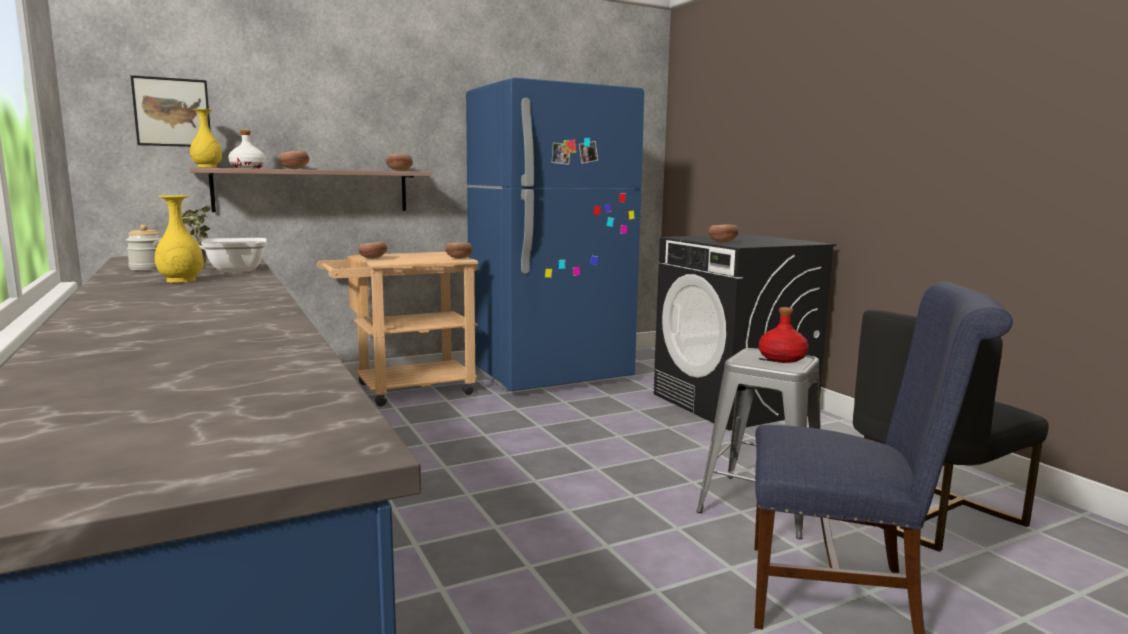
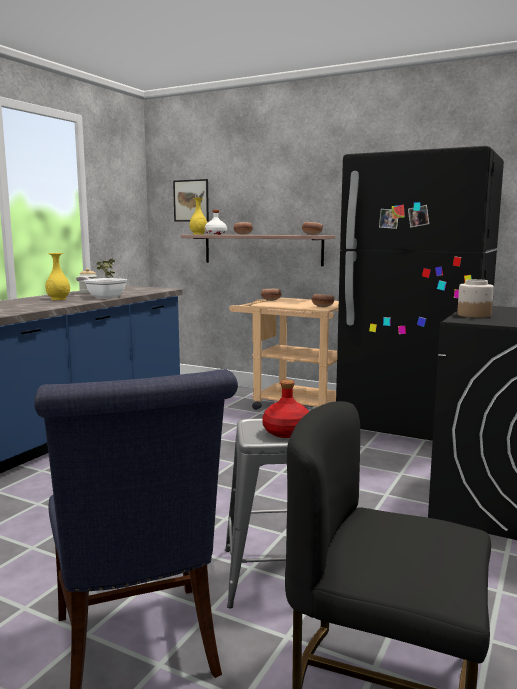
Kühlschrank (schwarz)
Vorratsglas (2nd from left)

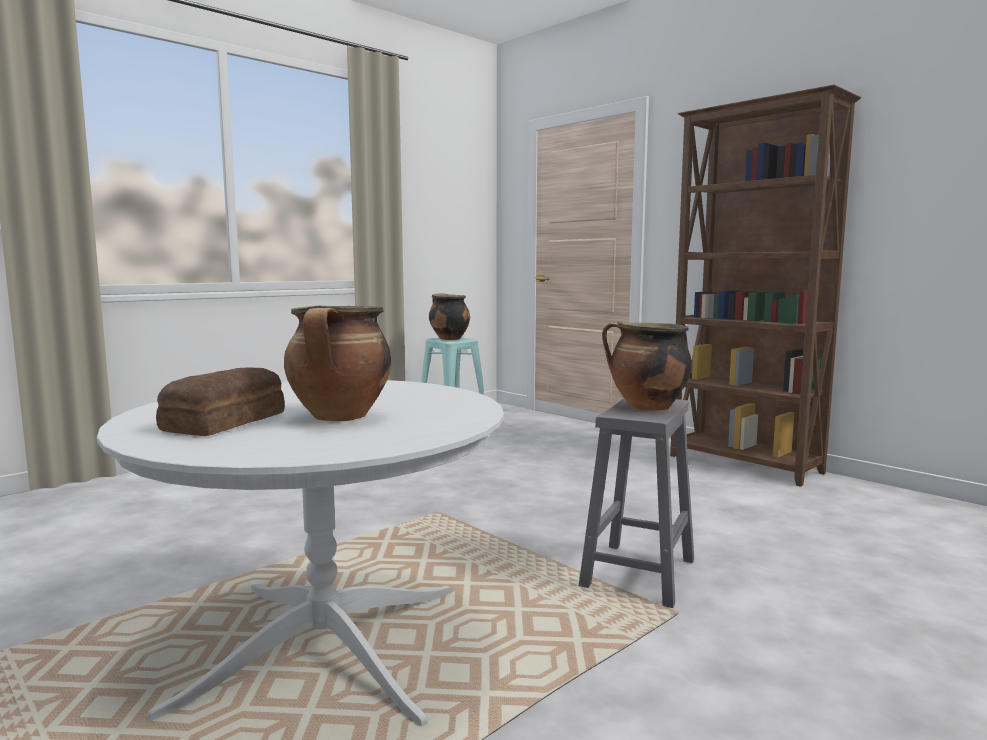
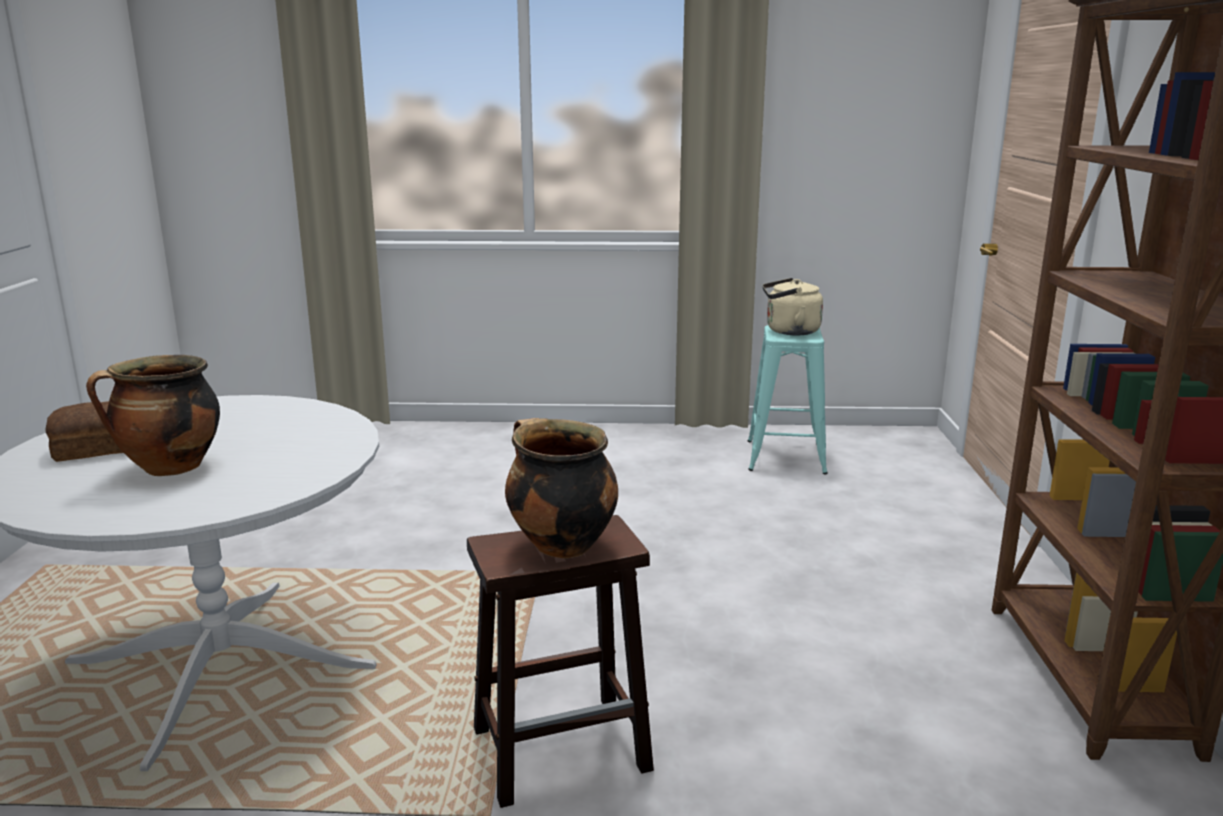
Wasserkessel (beige)
Hocker (braun)

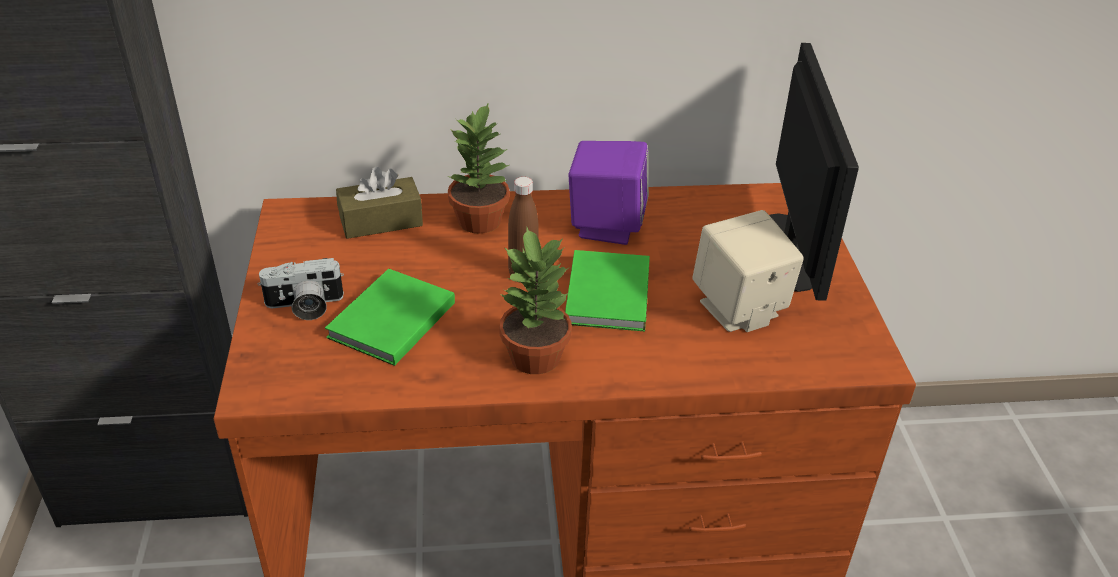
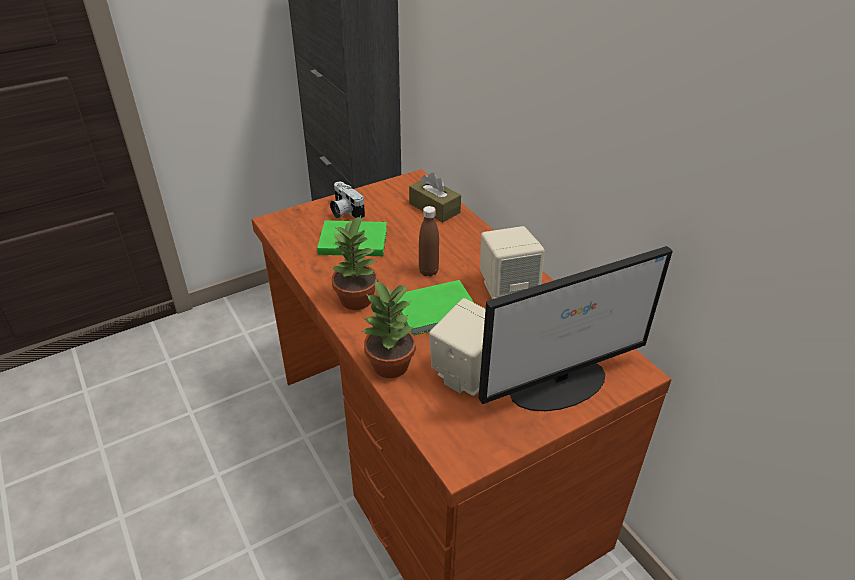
Topfpflanze (2nd from left)
Lautsprecher (beige) (2nd from left)

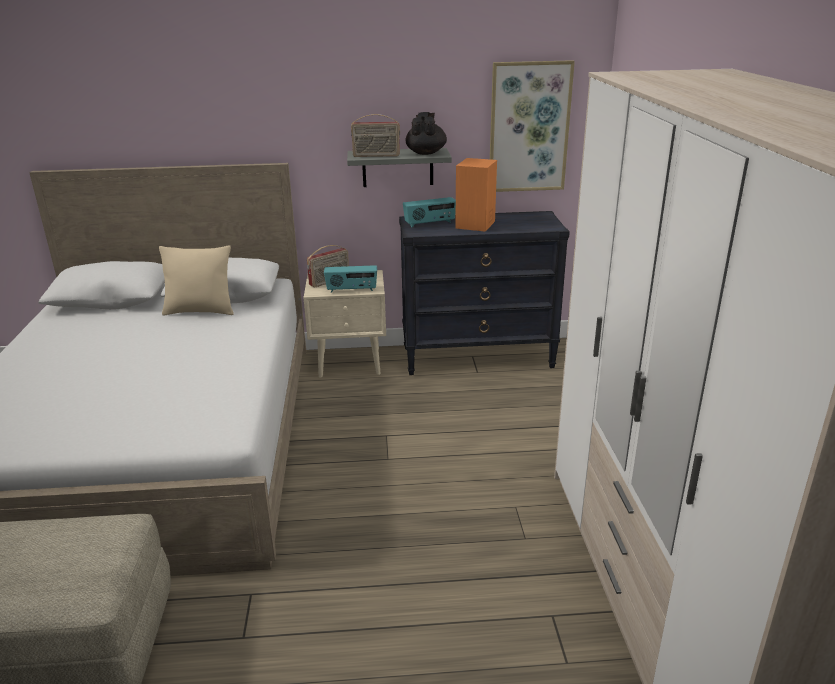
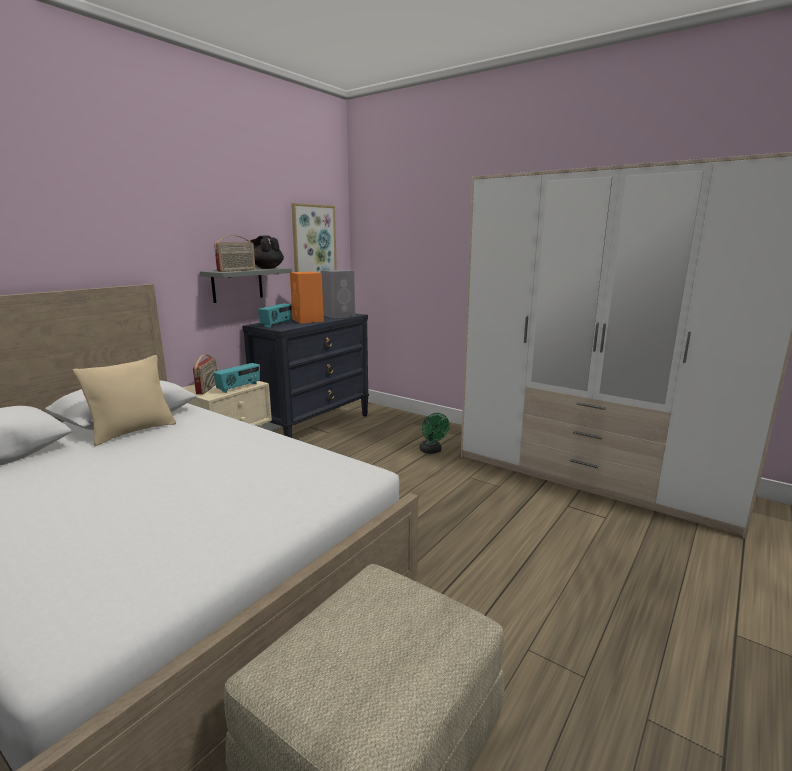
Lautsprecher (grau)
Ventilator (grün)

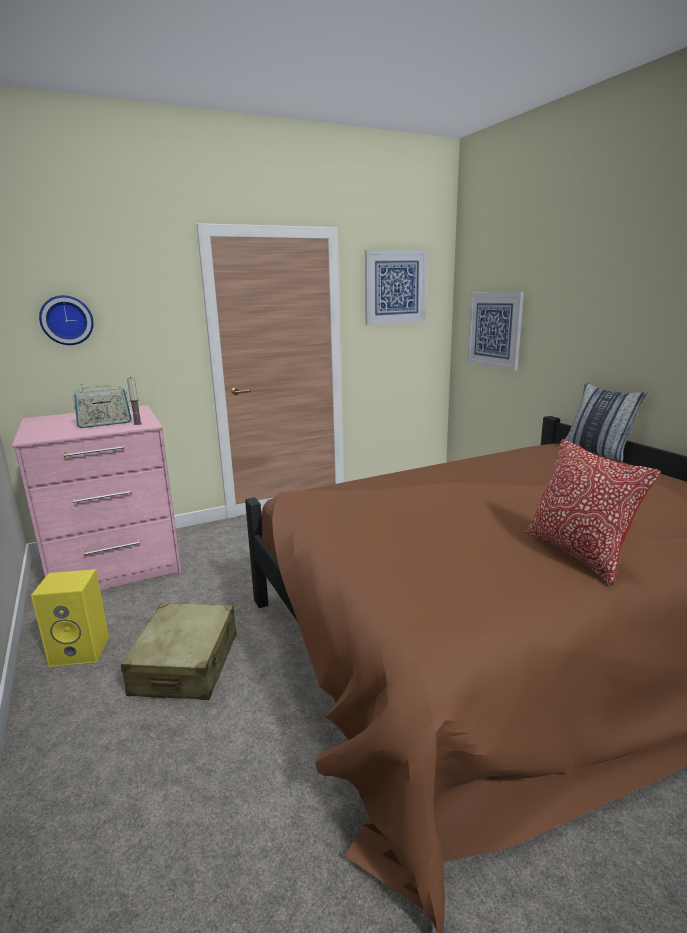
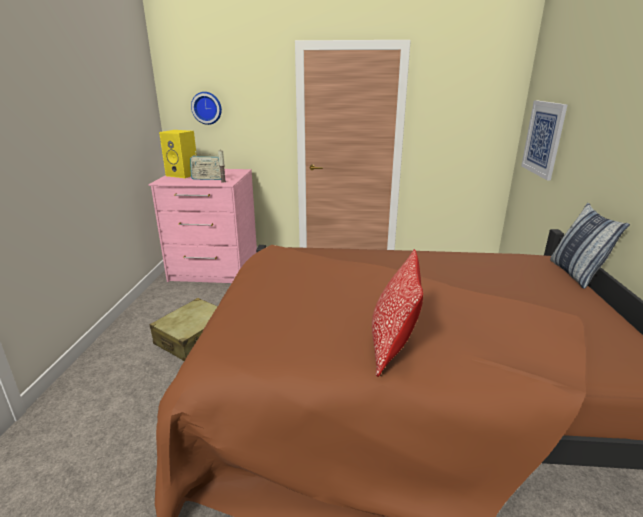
Bild (1st from left in the first image)
Lautsprecher (gelb)

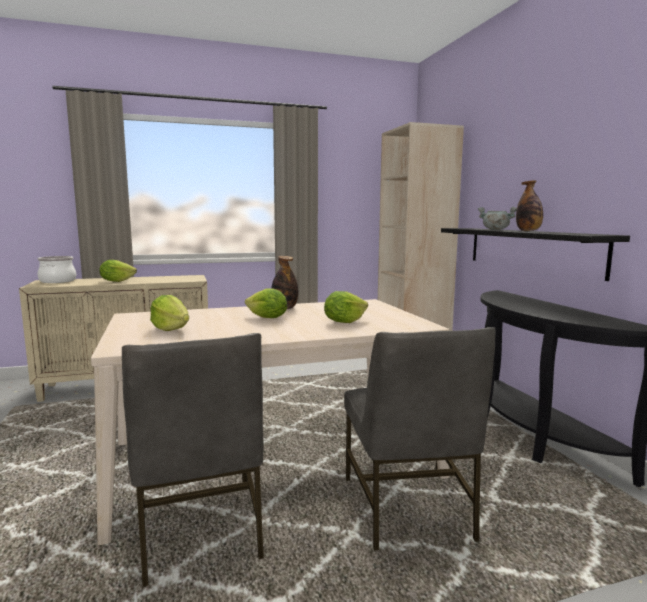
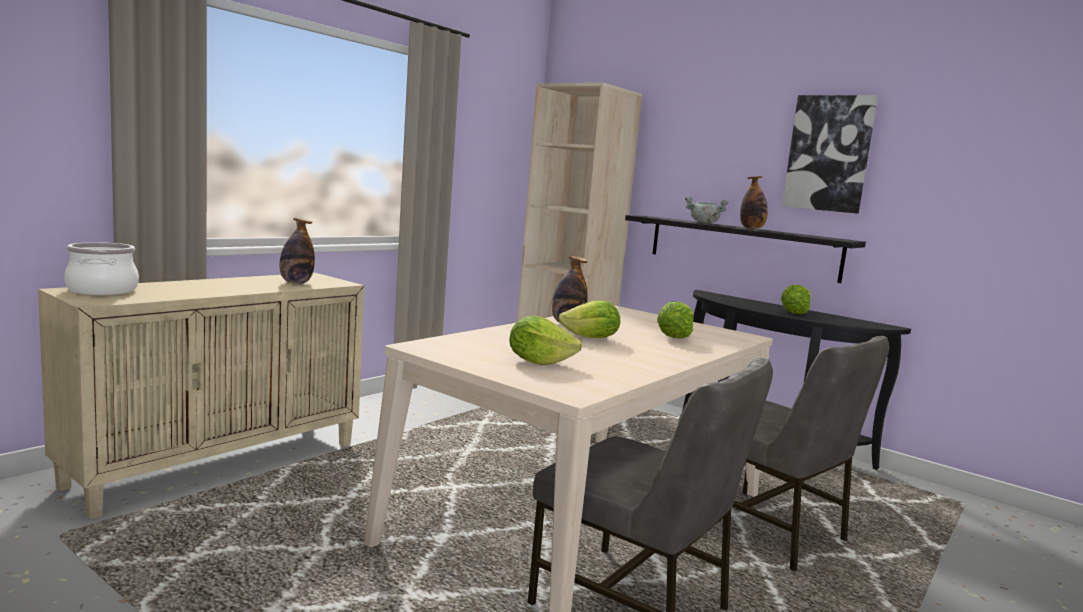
Salatkopf (4th from left)
Bild
Flasche (1st from left)

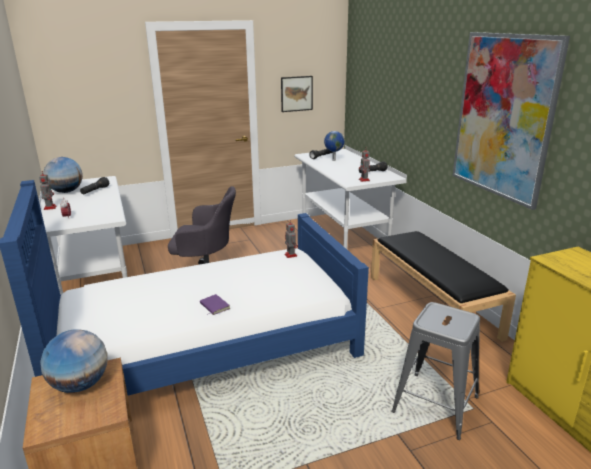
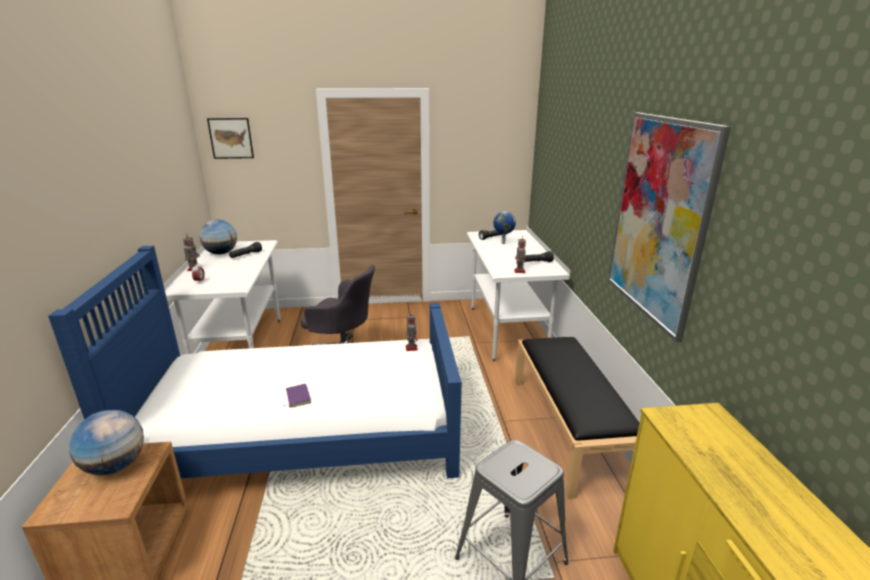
Bild (1st from left)

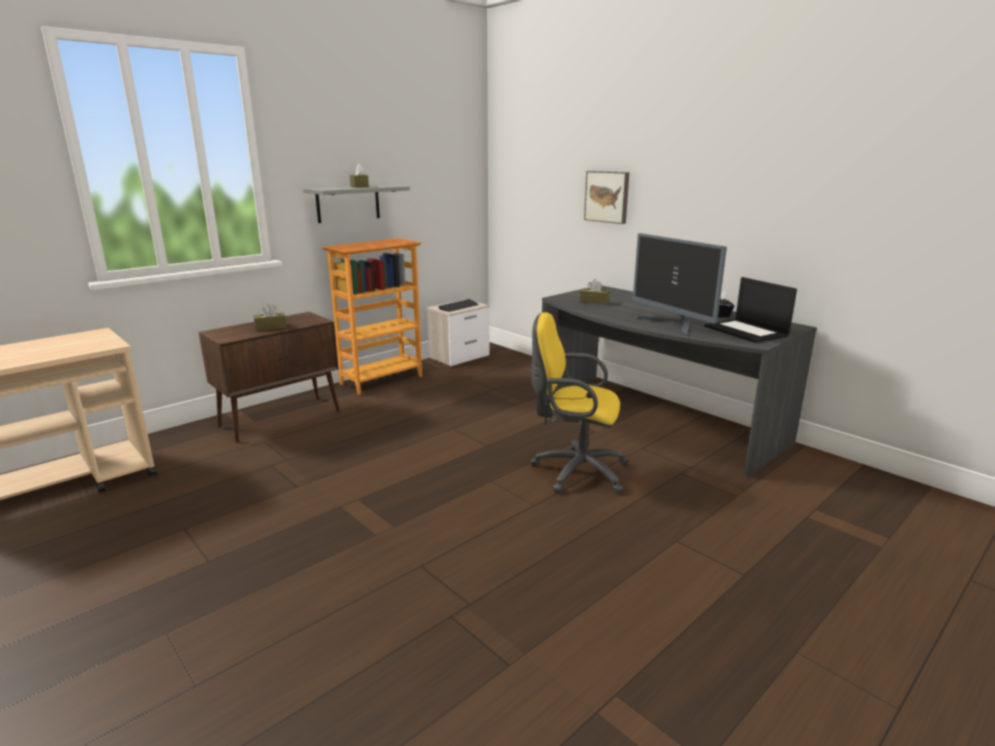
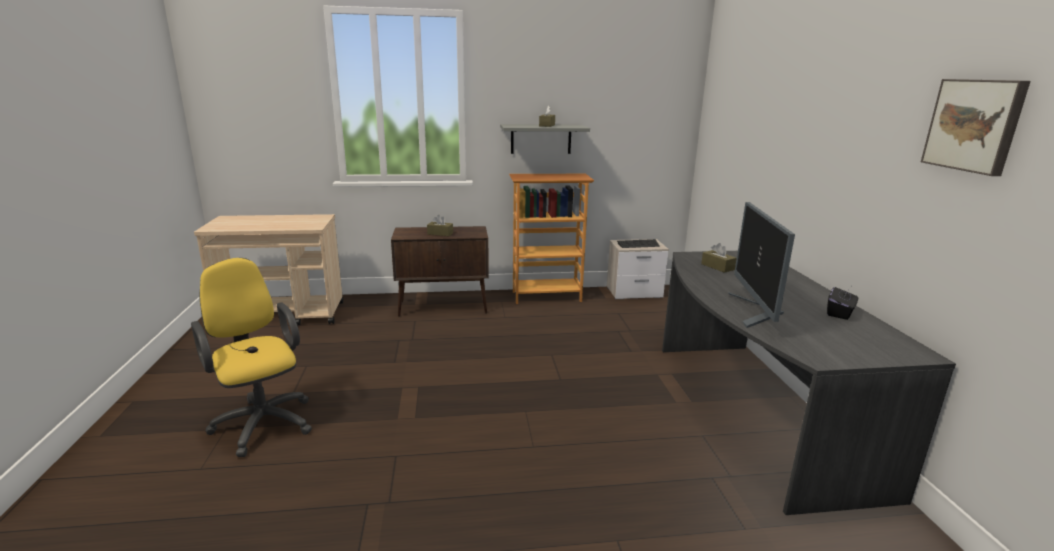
Bild
Laptop
Bürostuhl (gelb)

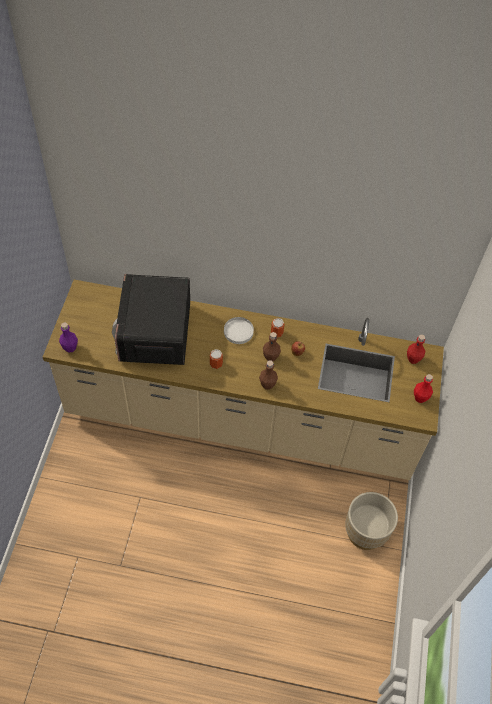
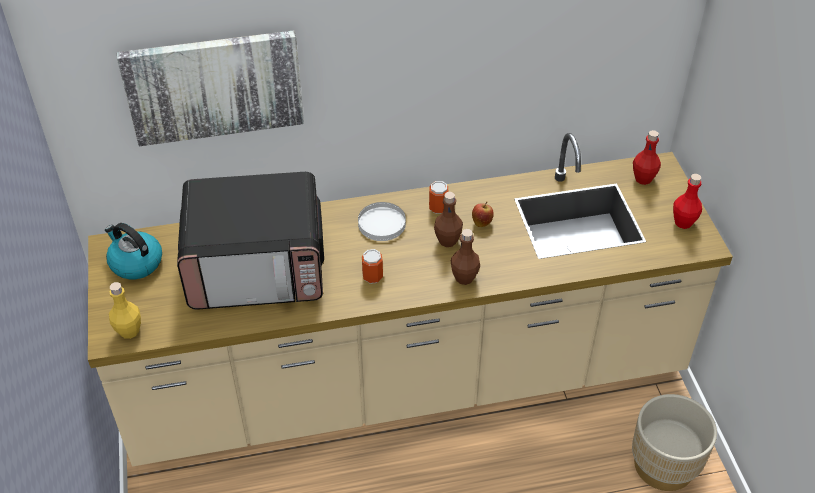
Mikrowelle
Flasche (gelb)
Bild
Wasserkessel

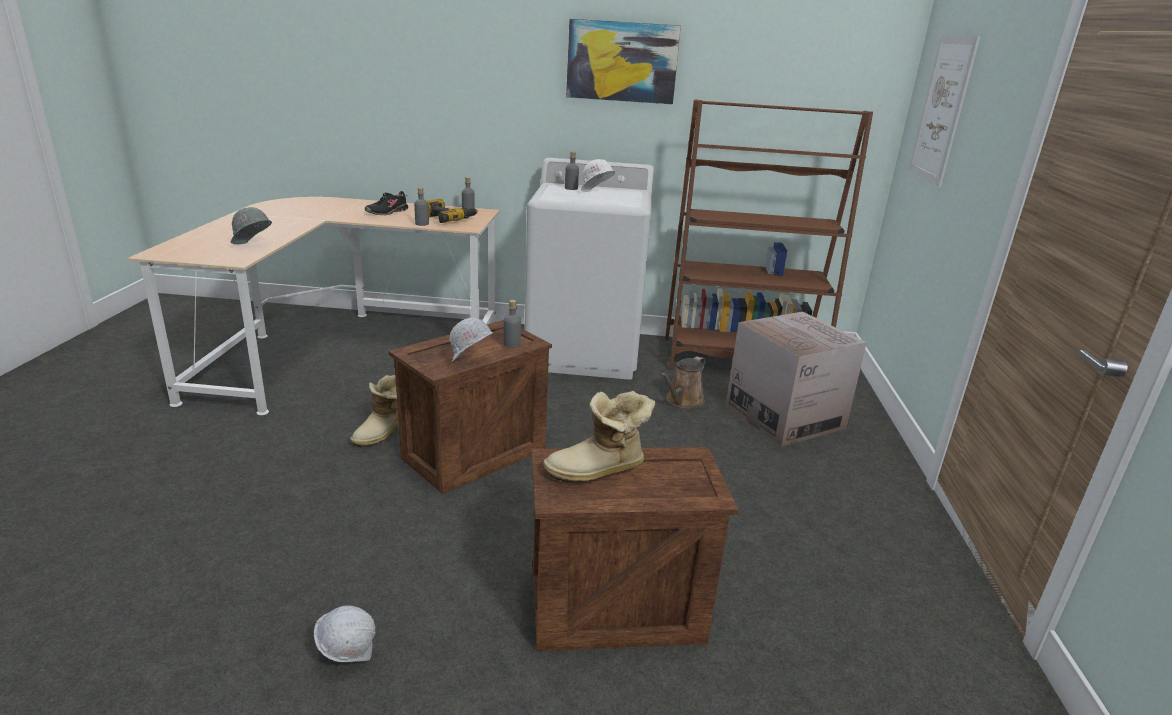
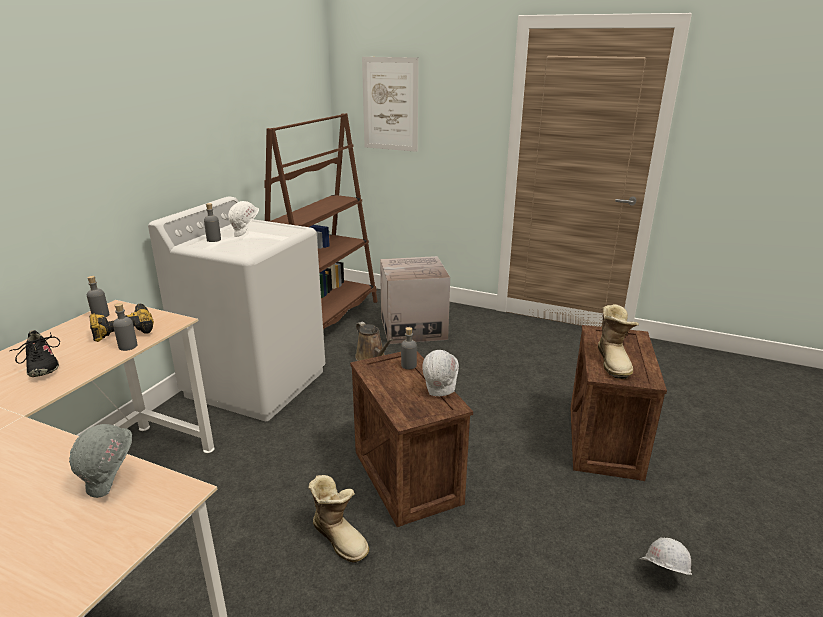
Bild (1st from left in the first image)

